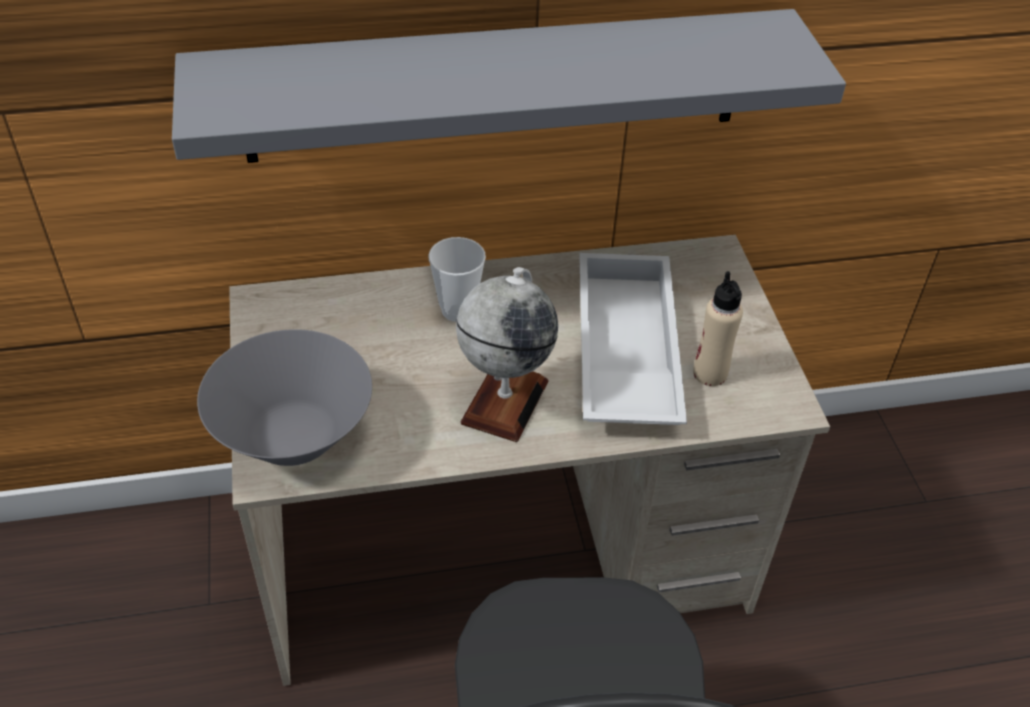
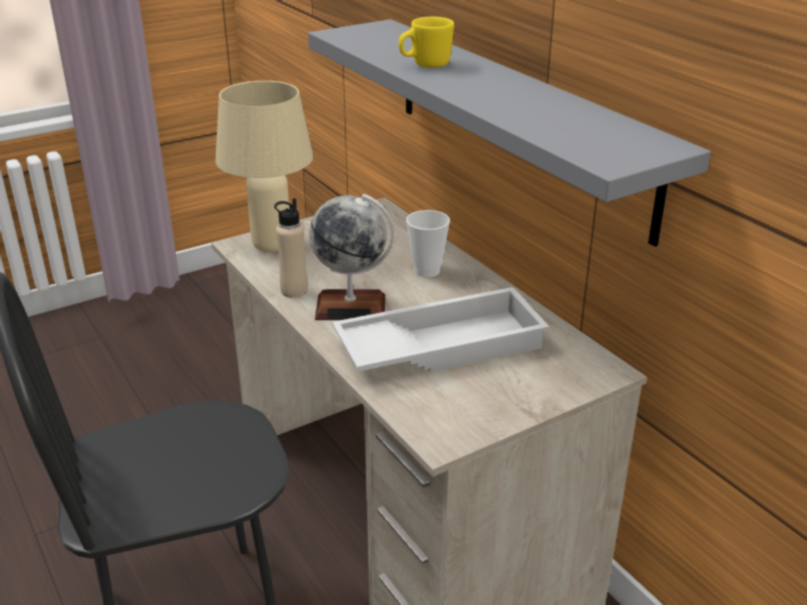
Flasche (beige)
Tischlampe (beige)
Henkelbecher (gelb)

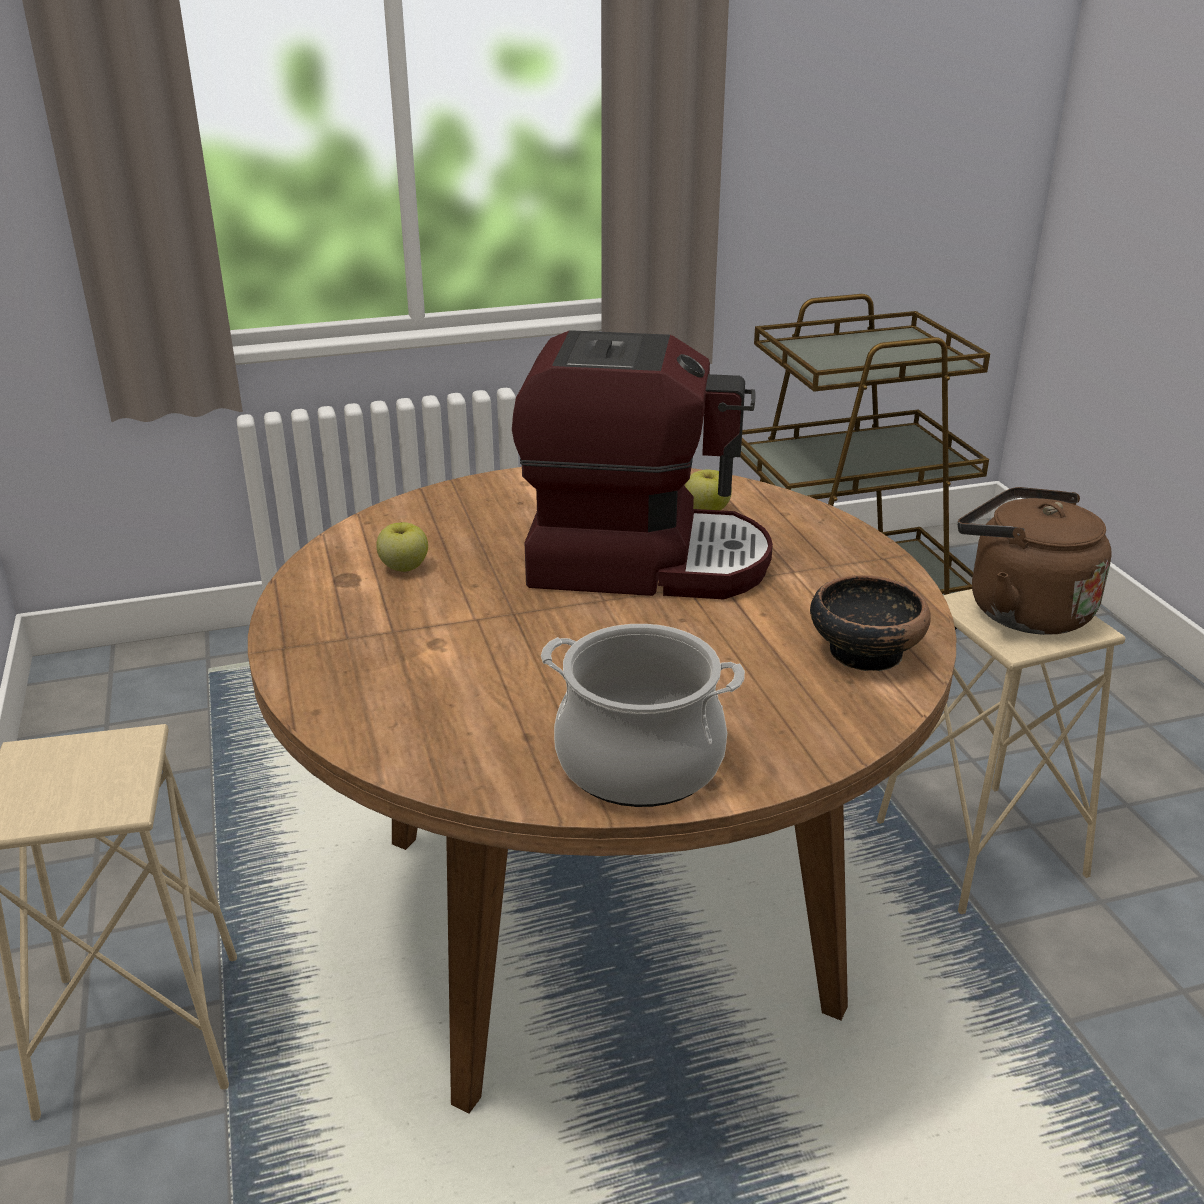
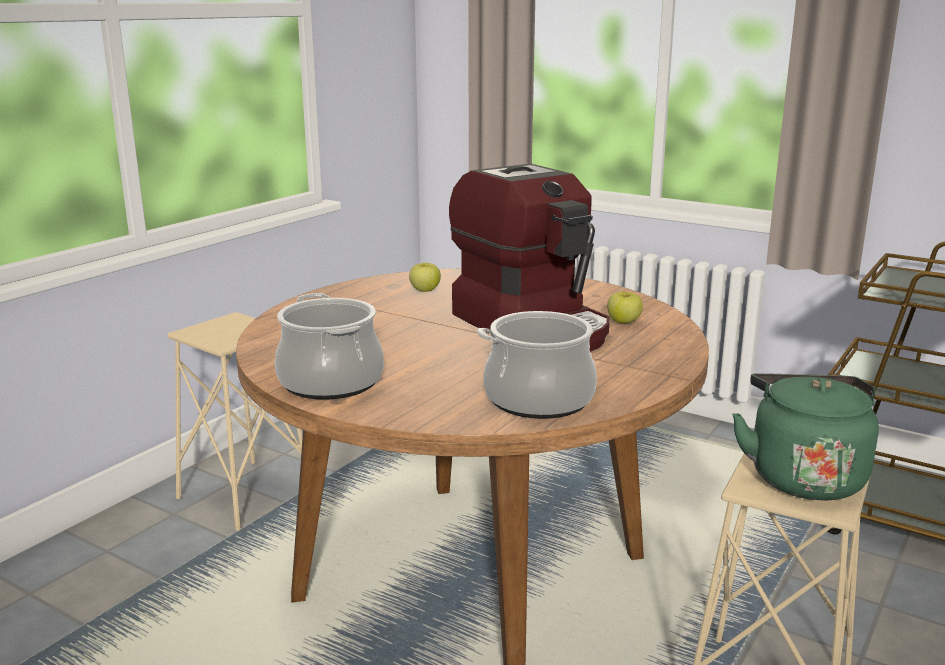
Wasserkessel (grün)
Kochtopf (2nd from left)

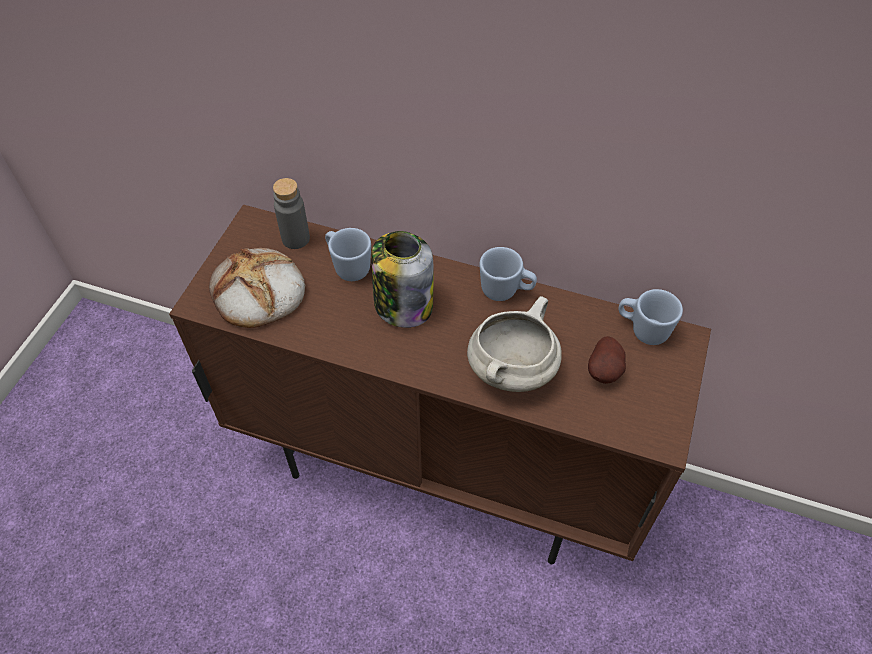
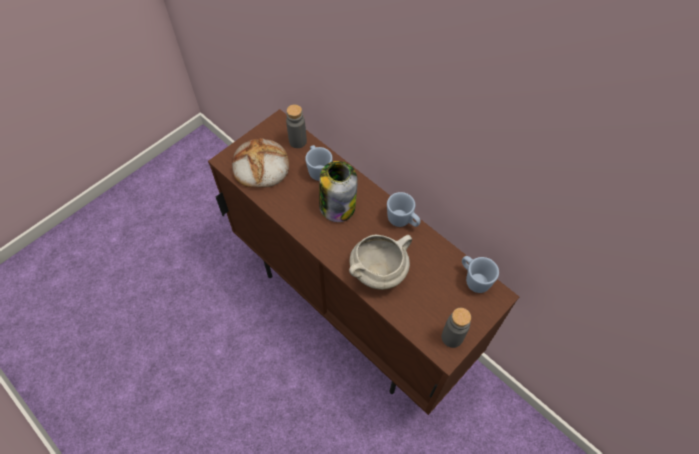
Kartoffel
Flasche (grau) (2nd from left)

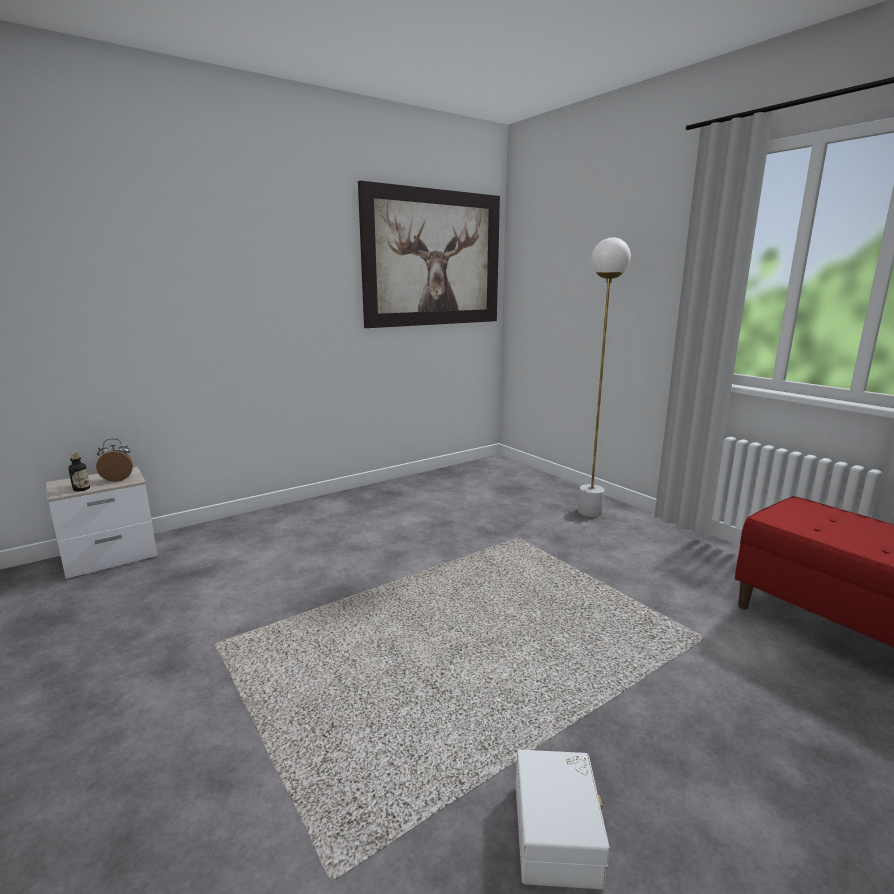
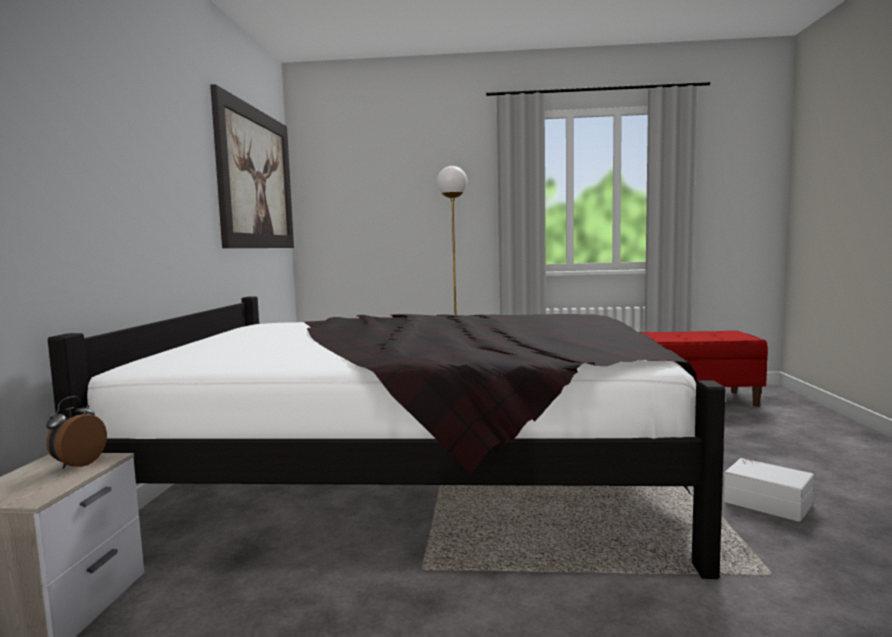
Flasche
Bett (schwarz)

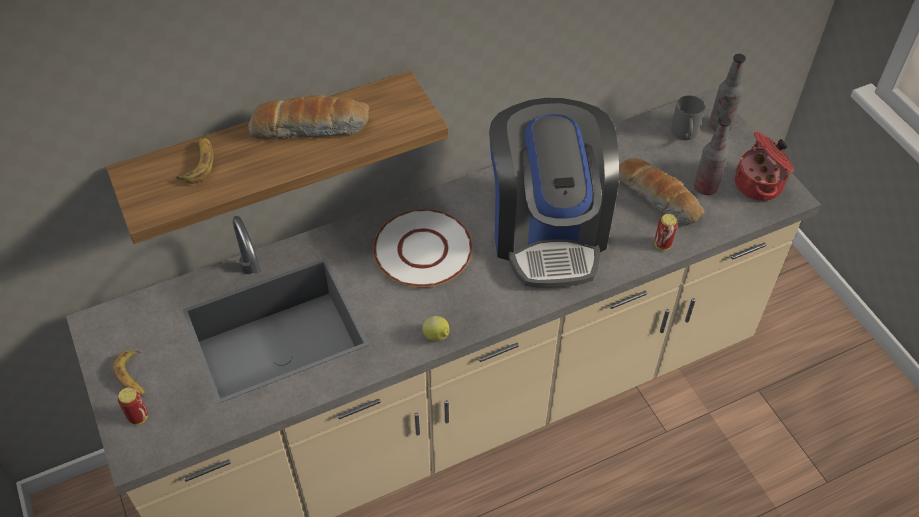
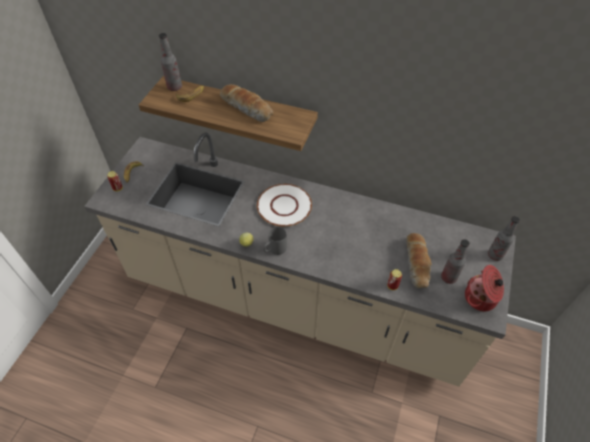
Henkelbecher (grau)
Kaffeemaschine
Flasche (1st from left)

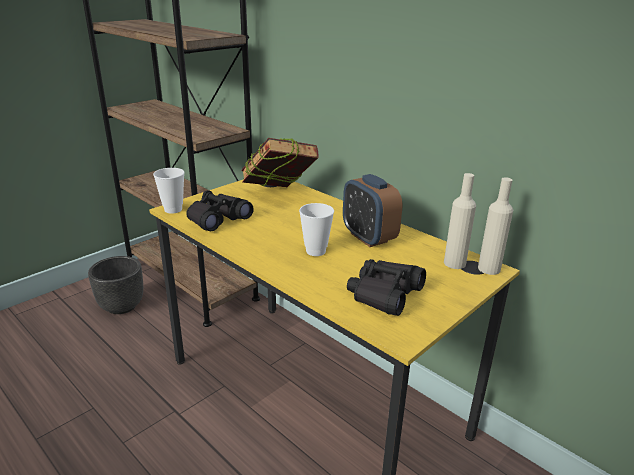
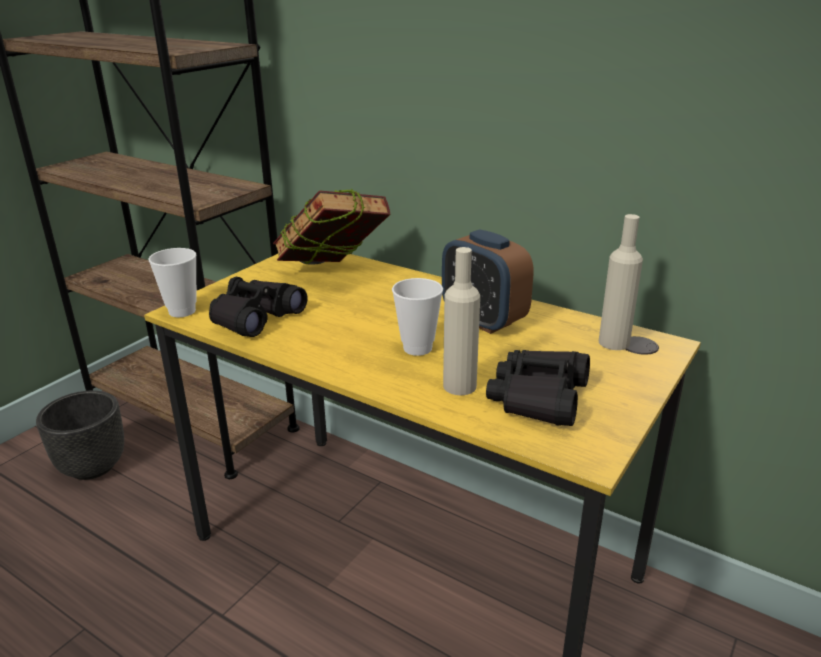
Flasche (beige) (1st from left)

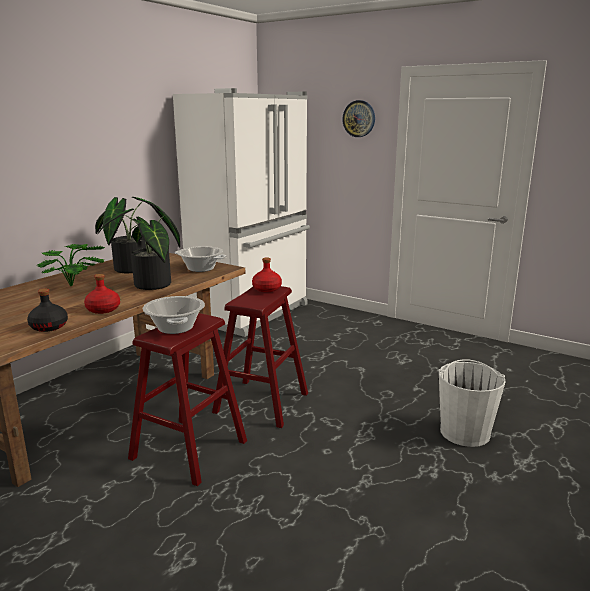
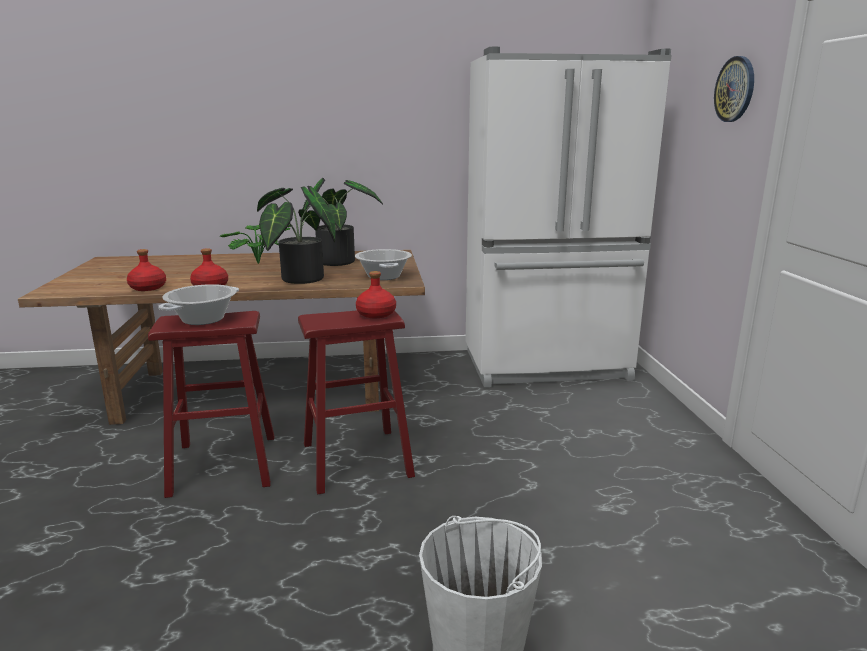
Flasche (rot) (1st from left)

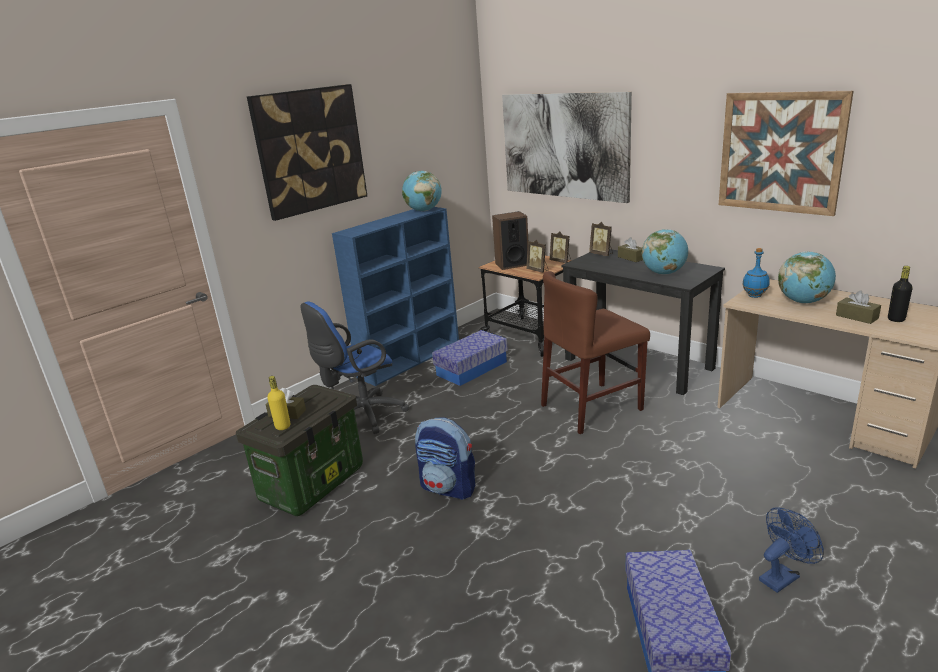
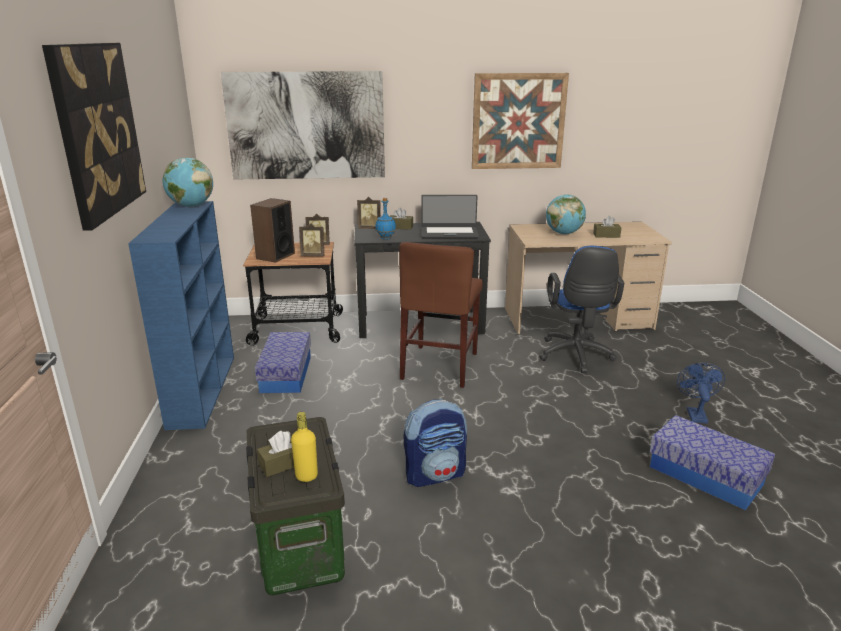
Laptop
Flasche (blau)
Flasche (schwarz)
Bürostuhl (blau)

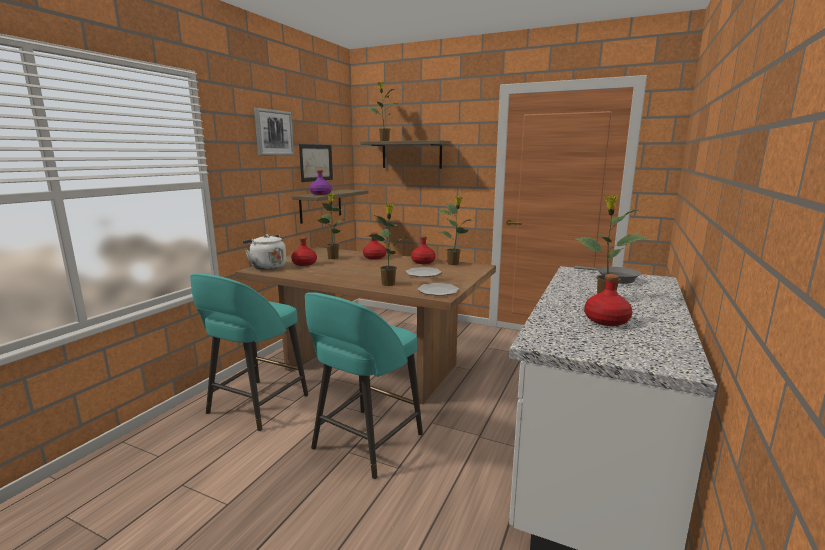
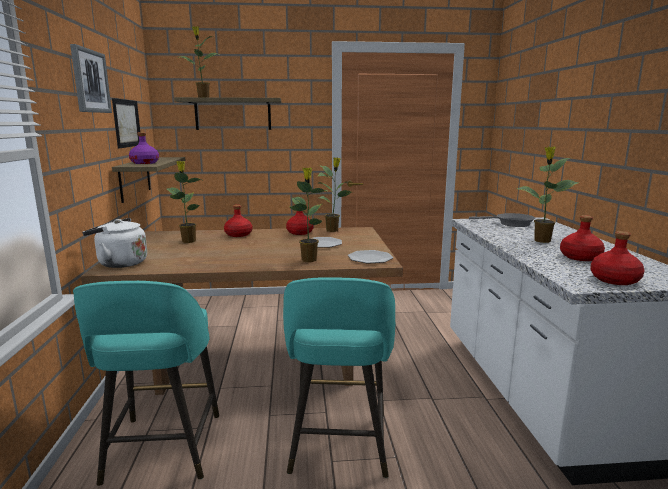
Flasche (rot) (4th from left)

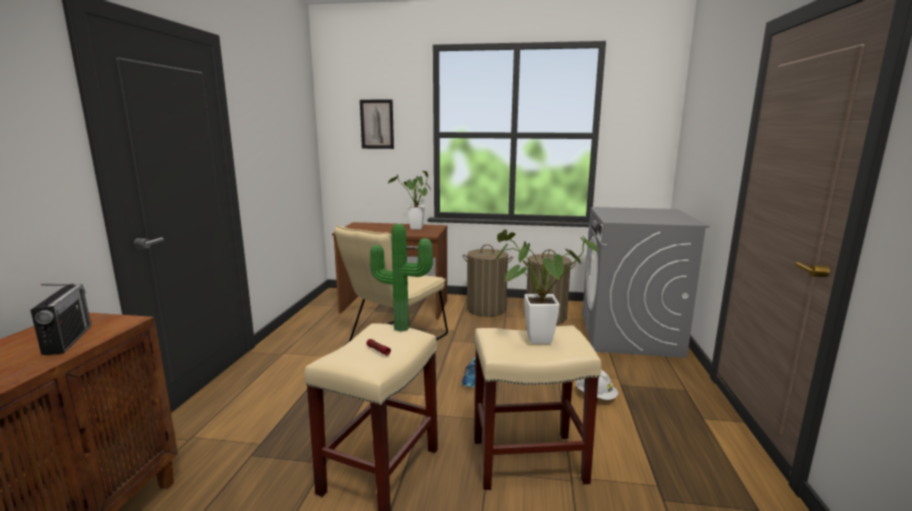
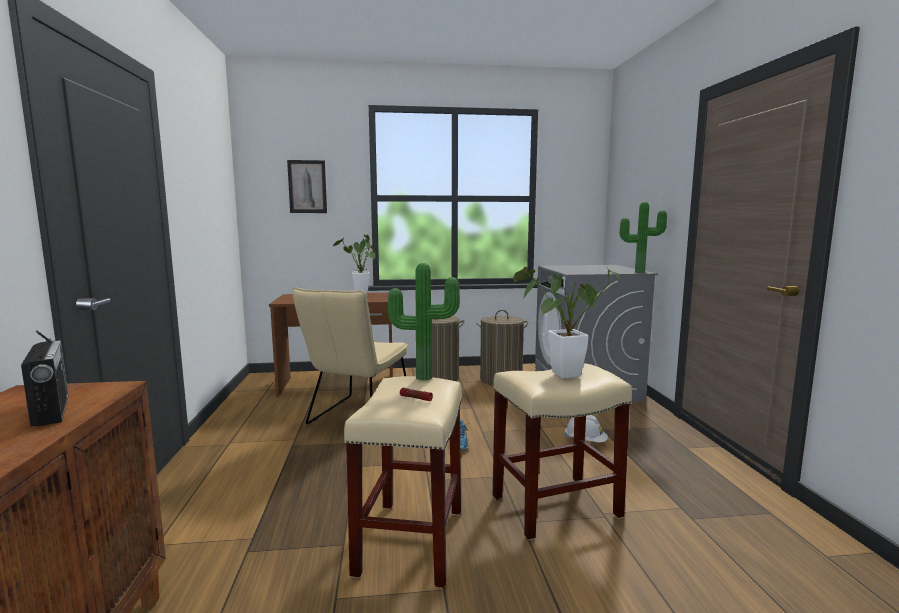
Topfpflanze (4th from left)

